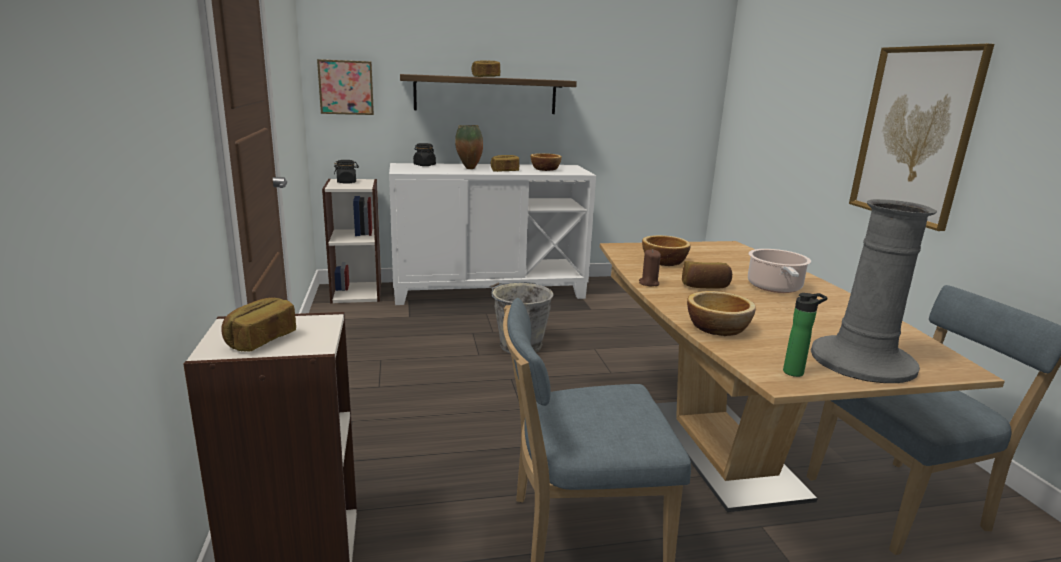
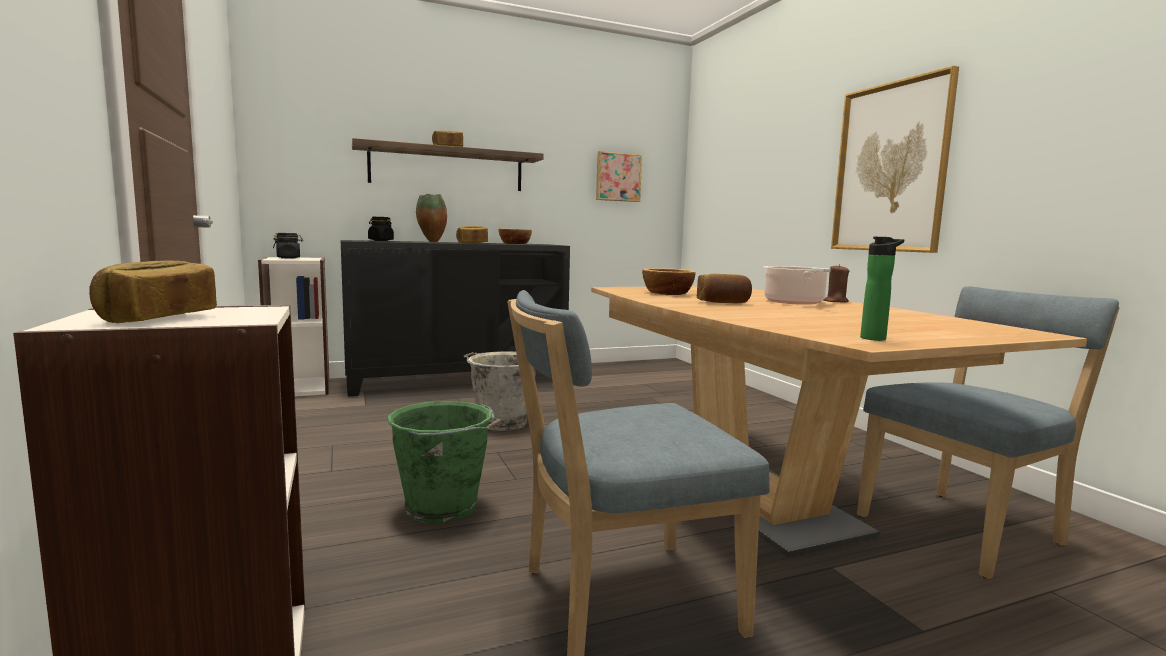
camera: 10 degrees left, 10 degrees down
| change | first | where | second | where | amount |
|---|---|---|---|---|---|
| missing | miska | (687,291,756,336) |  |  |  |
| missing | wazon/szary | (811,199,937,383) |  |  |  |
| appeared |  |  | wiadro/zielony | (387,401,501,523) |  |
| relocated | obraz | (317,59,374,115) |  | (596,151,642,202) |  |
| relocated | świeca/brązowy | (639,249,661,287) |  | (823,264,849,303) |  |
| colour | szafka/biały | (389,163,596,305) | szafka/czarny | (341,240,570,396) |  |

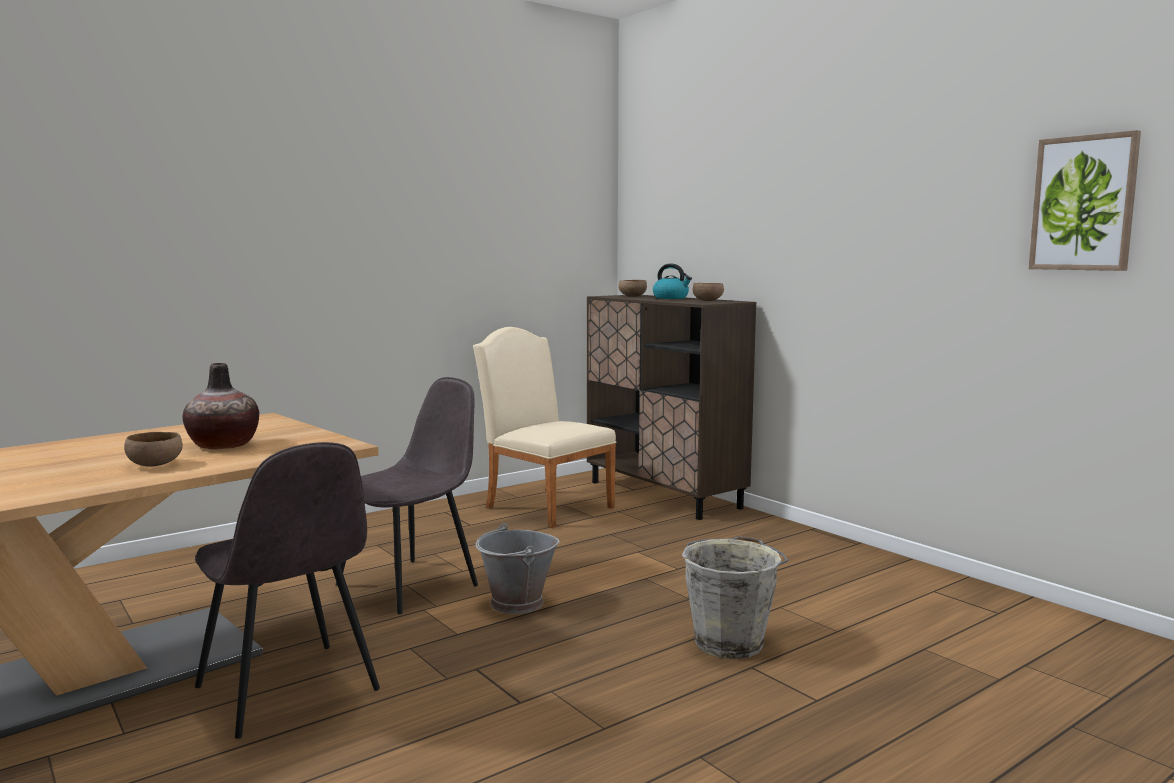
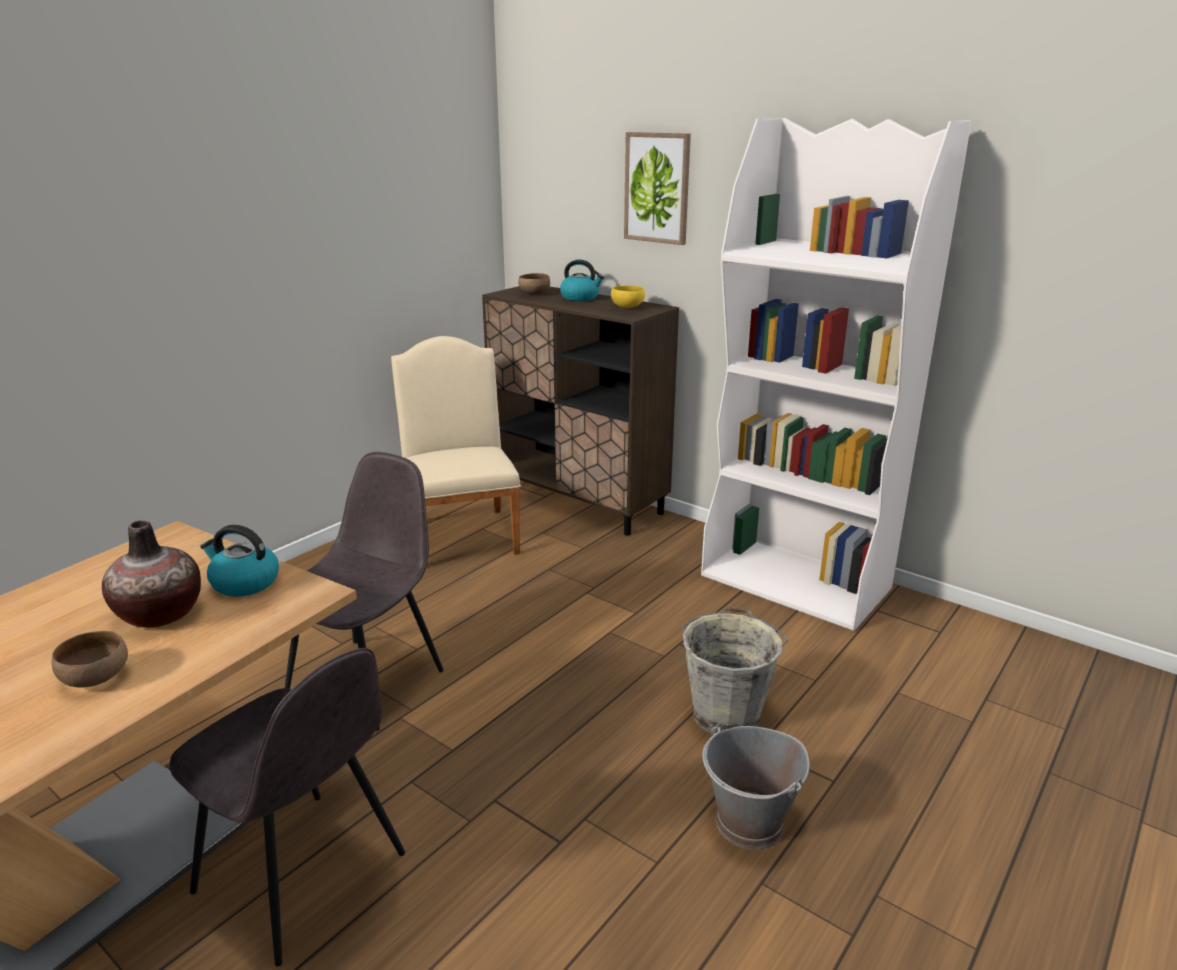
camera: 15 degrees left, 15 degrees up
| change | first | where | second | where | amount |
|---|---|---|---|---|---|
| appeared |  |  | czajnik | (200,525,279,597) |  |
| appeared |  |  | regał/biały | (701,118,971,631) |  |
| relocated | wiadro/szary | (476,523,560,614) |  | (702,723,810,850) |  |
| relocated | obraz | (1029,130,1141,271) |  | (624,132,691,245) |  |
| colour | miska/brązowy | (693,283,724,301) | miska/żółty | (611,285,645,308) |  |
| spun | krzesło/beżowy | (473,327,616,528) |  | (391,336,521,568) | 45 degrees clockwise |

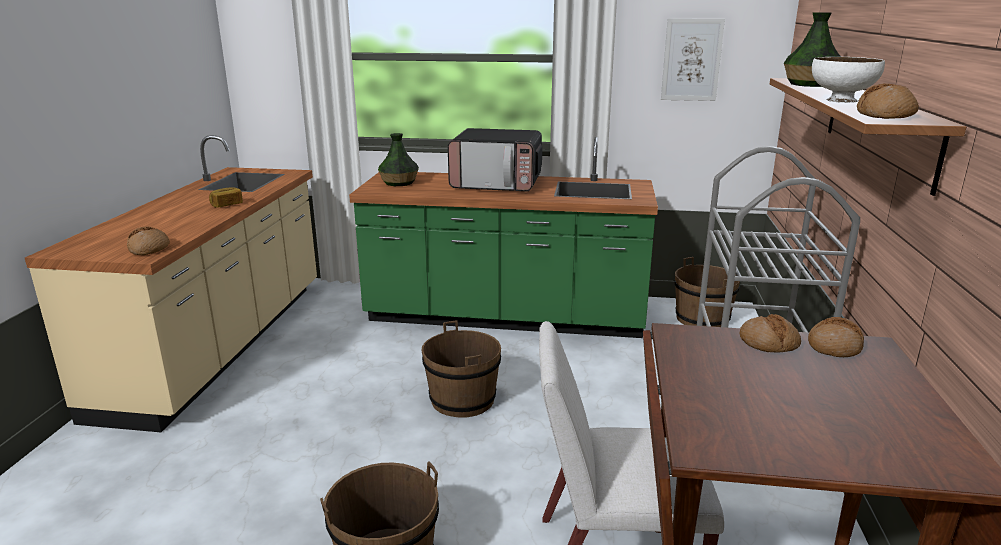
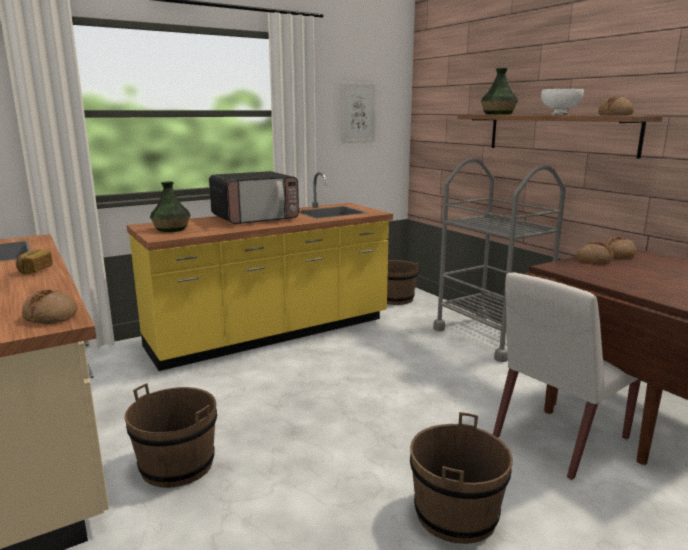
camera: 40 degrees left, 5 degrees down
| change | first | where | second | where | amount |
|---|---|---|---|---|---|
| relocated | wiadro/brązowy | (422,321,501,417) |  | (125,383,217,488) |  |
| colour | zabudowa kuchenna/zielony | (349,137,658,338) | zabudowa kuchenna/żółty | (127,172,393,371) |  |

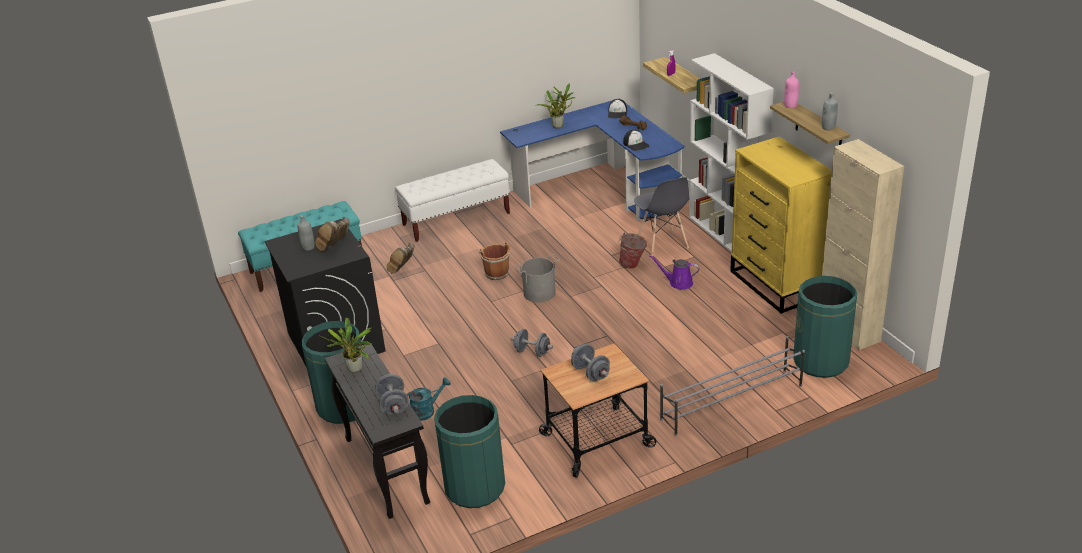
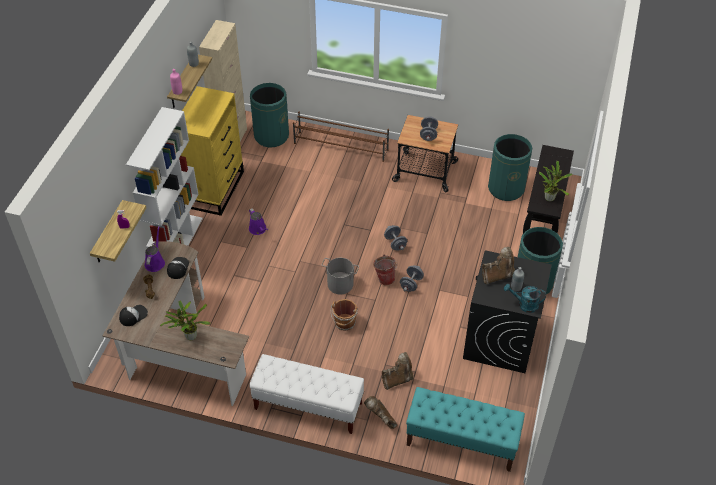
camera: 140 degrees left, 15 degrees up
| change | first | where | second | where | amount |
|---|---|---|---|---|---|
| missing | krzesło/szary | (634,177,689,256) |  |  |  |
| appeared |  |  | konewka/fioletowy | (145,226,165,272) |  |
| appeared |  |  | but z cholewką/brązowy | (364,396,397,429) |  |
| relocated | hantel/szary | (375,374,409,415) |  | (400,265,424,292) |  |
| relocated | konewka/turkusowy | (407,377,451,421) |  | (504,284,546,313) |  |
| relocated | wiadro | (619,233,647,269) |  | (373,254,398,285) |  |
| colour | biurko/niebieski | (500,101,685,222) | biurko/brązowy | (102,241,249,406) |  |
| colour | regał na buty/szary | (660,336,805,436) | regał na buty/brązowy | (293,112,389,162) |  |

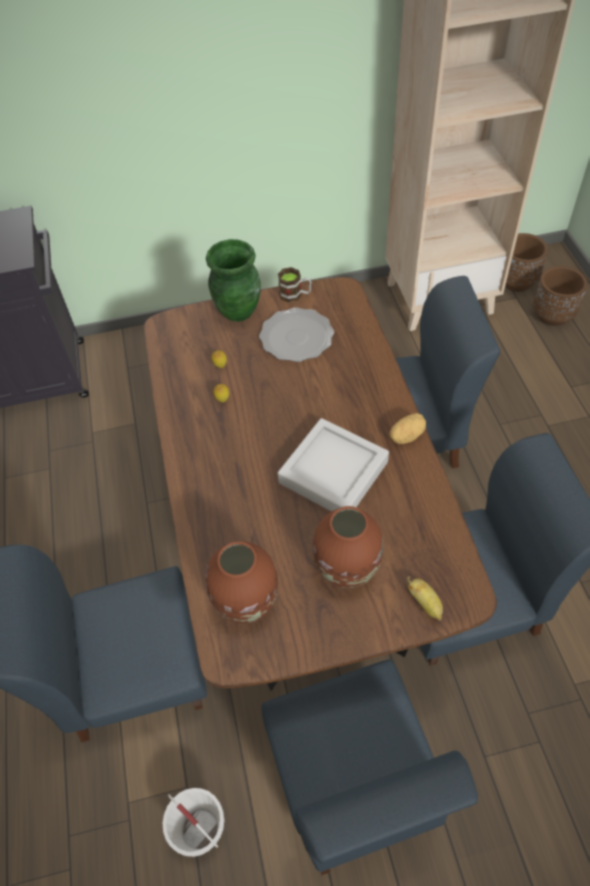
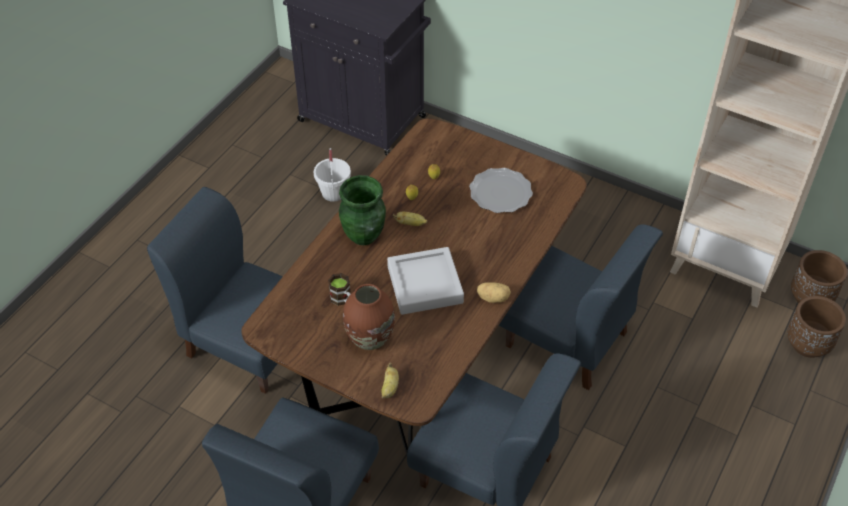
camera: 40 degrees right, 5 degrees down
| change | first | where | second | where | amount |
|---|---|---|---|---|---|
| missing | wazon/brązowy | (206,541,278,623) |  |  |  |
| appeared |  |  | banan | (393,212,427,226) |  |
| relocated | wiadro/biały | (163,788,224,857) |  | (314,148,351,202) |  |
| relocated | wazon/zielony | (206,239,261,322) |  | (339,175,386,245) |  |
| relocated | kubek | (278,267,311,302) |  | (328,273,351,306) |  |

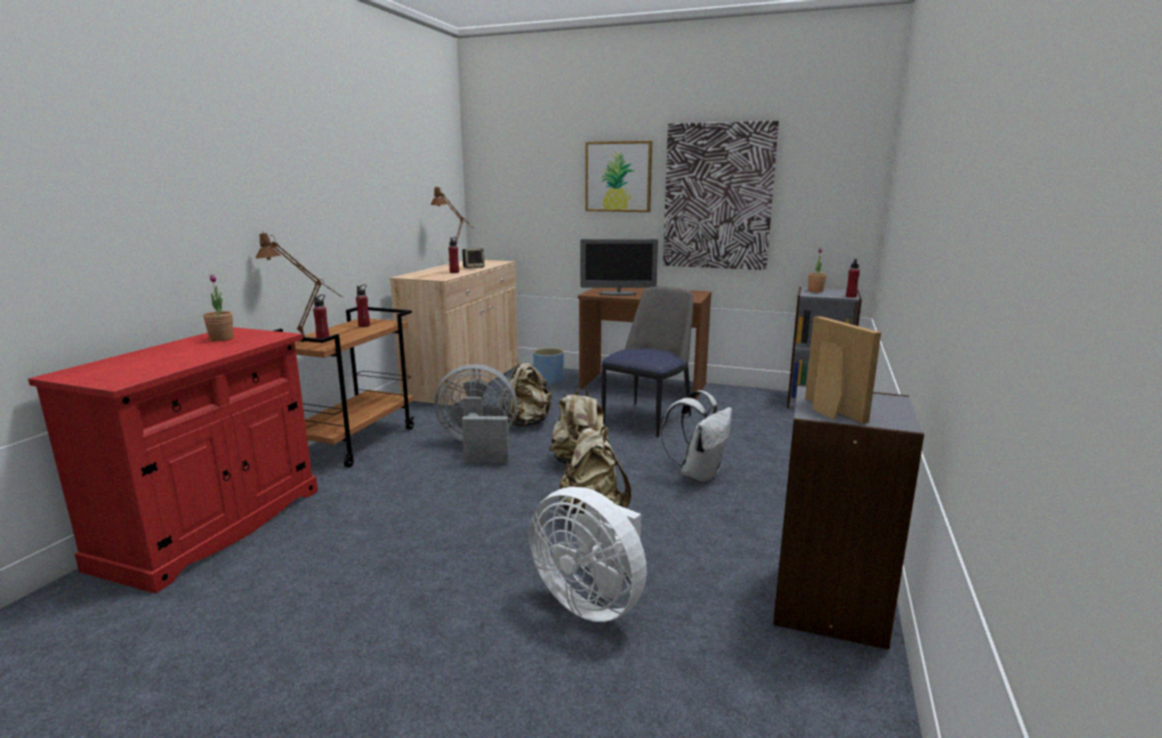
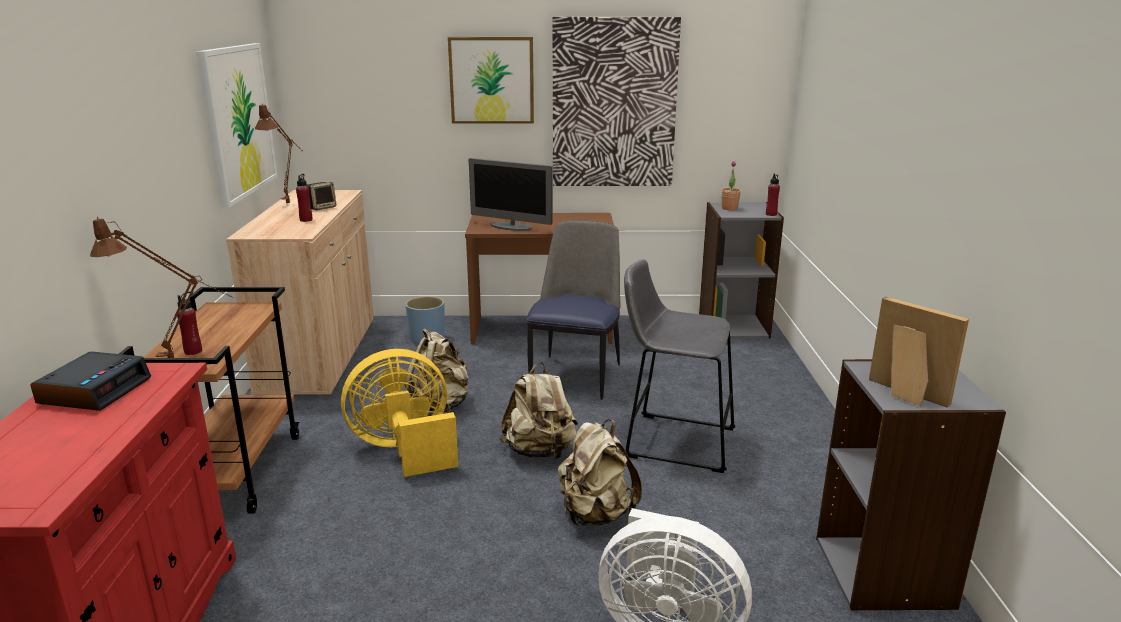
camera: 20 degrees left, 5 degrees up
| change | first | where | second | where | amount |
|---|---|---|---|---|---|
| missing | butelka/czerwony | (356,285,370,327) |  |  |  |
| appeared |  |  | obraz | (196,43,278,208) |  |
| exchanged | roślina doniczkowa | (203,275,234,341) | budzik | (30,351,151,411) |  |
| exchanged | plecak/biały | (661,390,732,483) | stołek/szary | (624,259,736,473) |  |
| colour | wentylator/szary | (434,364,517,463) | wentylator/żółty | (341,349,458,477) |  |
| spun | monitor | (581,239,658,296) |  | (468,158,553,231) | 45 degrees clockwise |

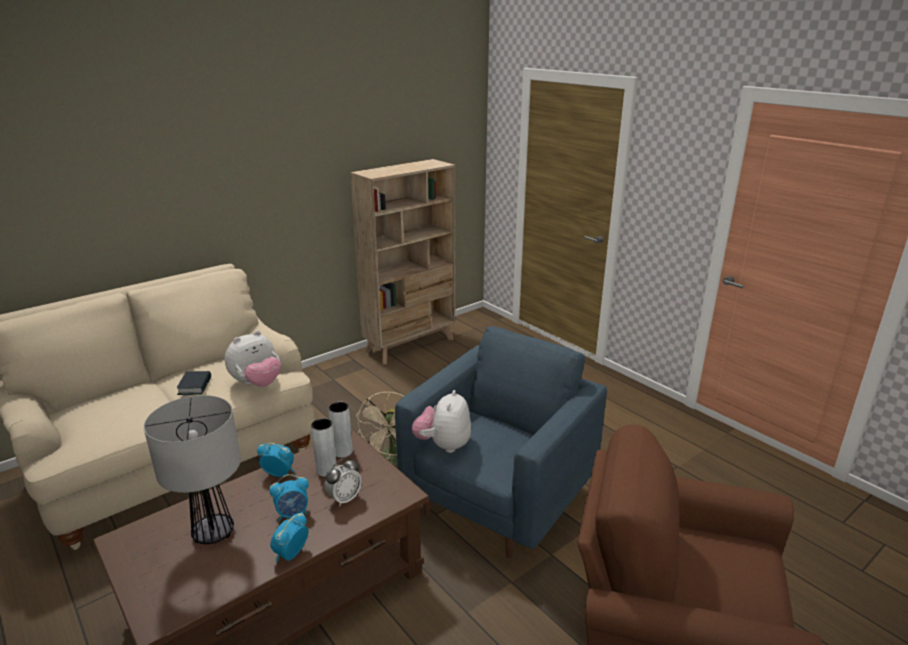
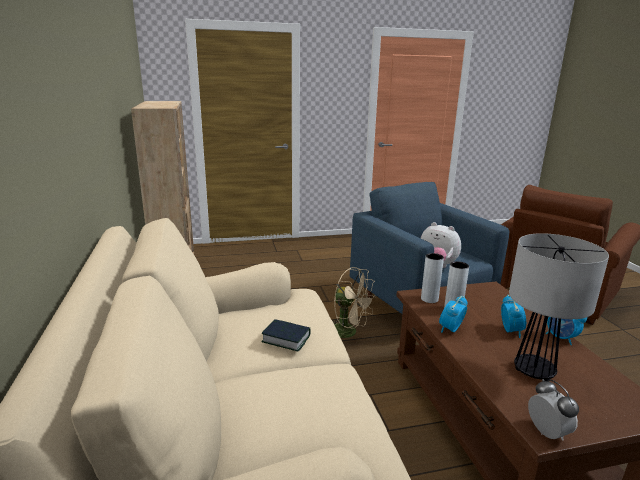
camera: 65 degrees left, 5 degrees down
| change | first | where | second | where | amount |
|---|---|---|---|---|---|
| missing | pluszak | (225,331,281,387) |  |  |  |
| relocated | budzik | (324,458,362,507) |  | (528,379,579,441) |  |

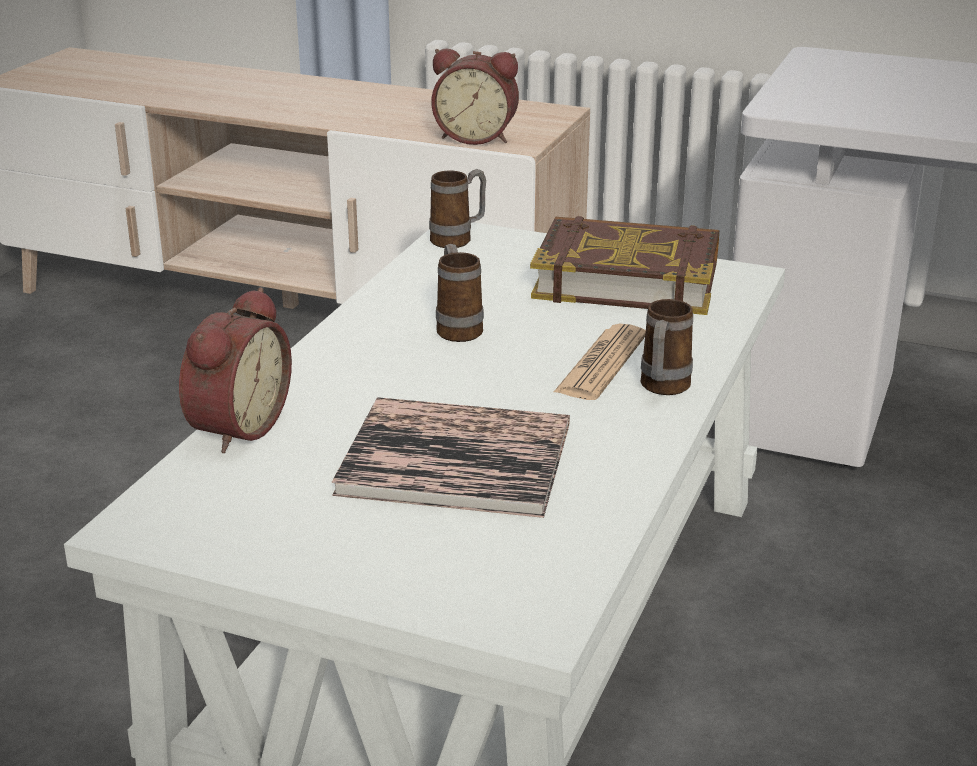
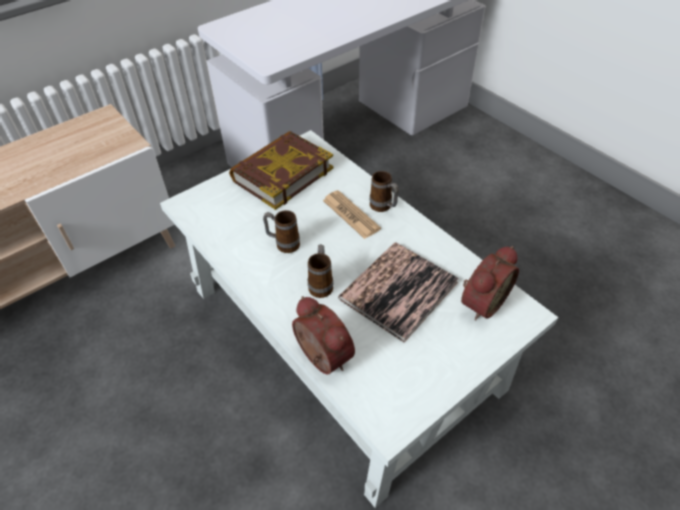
camera: 60 degrees left, 20 degrees up
| change | first | where | second | where | amount |
|---|---|---|---|---|---|
| relocated | kubek | (429,169,486,248) |  | (308,244,333,298) |  |
| relocated | budzik | (431,49,519,145) |  | (461,246,519,320) |  |

